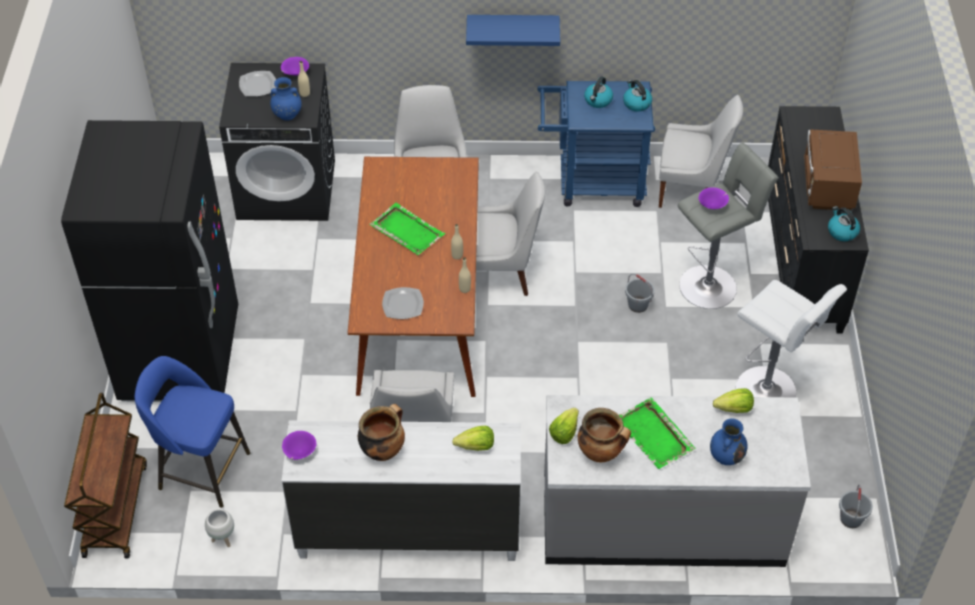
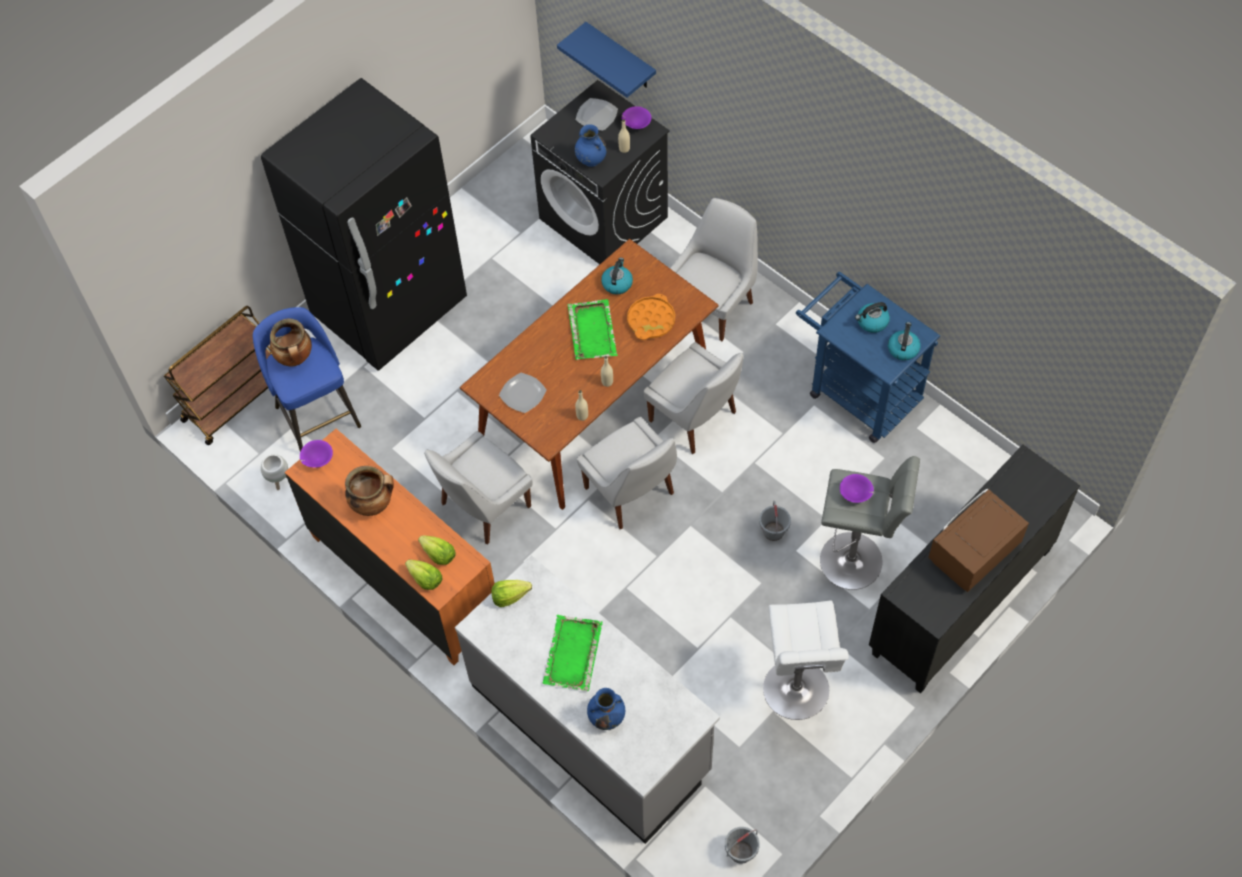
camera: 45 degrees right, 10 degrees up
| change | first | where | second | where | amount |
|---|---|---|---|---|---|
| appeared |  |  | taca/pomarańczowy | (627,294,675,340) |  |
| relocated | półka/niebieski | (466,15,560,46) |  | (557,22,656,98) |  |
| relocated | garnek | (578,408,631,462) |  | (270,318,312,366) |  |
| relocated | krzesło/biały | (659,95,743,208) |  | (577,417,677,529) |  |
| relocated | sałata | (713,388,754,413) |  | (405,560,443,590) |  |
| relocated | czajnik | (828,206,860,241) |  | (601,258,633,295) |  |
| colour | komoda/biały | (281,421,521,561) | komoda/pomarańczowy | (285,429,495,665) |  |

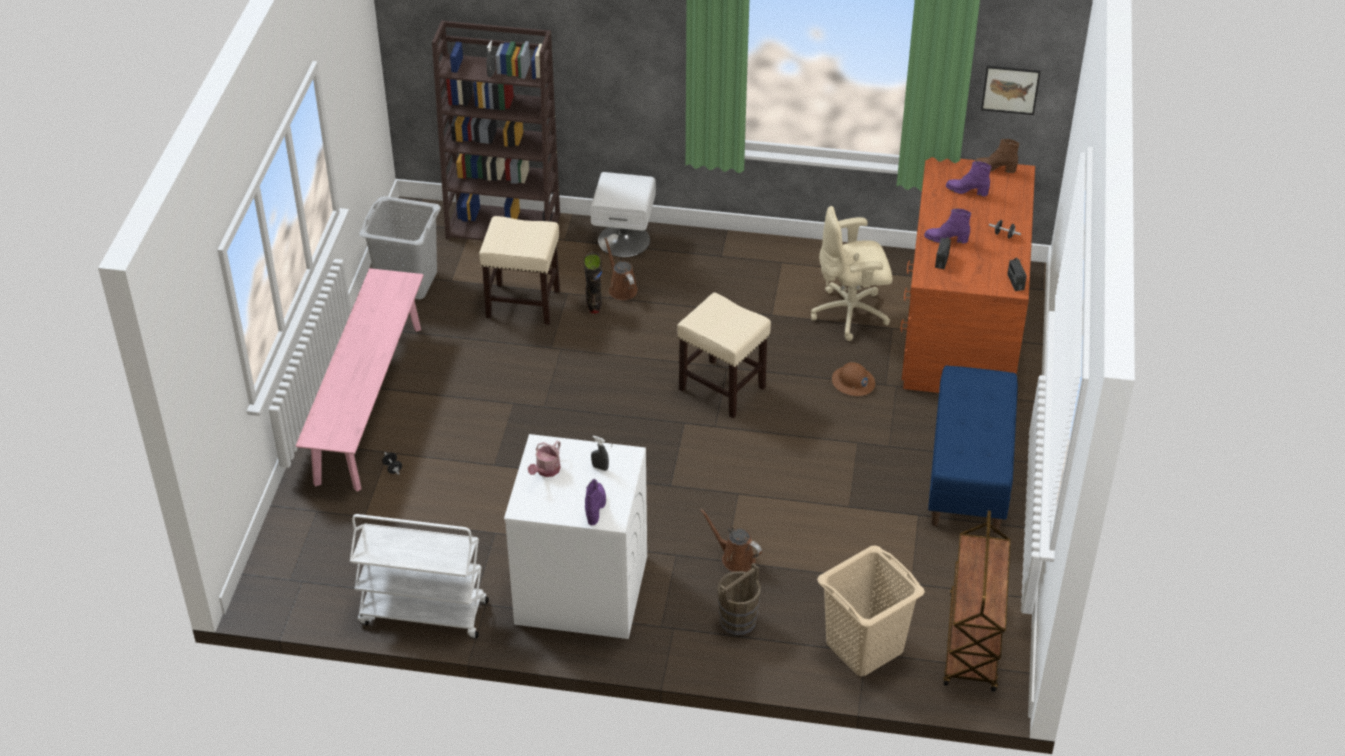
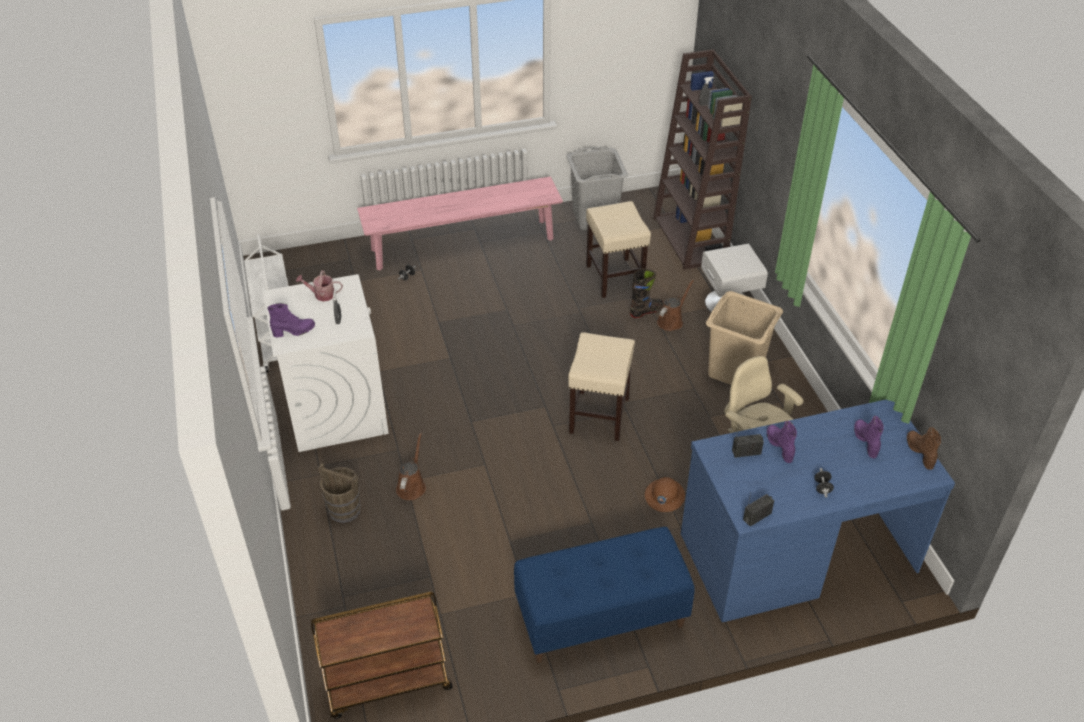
camera: 65 degrees right, 0 degrees up
| change | first | where | second | where | amount |
|---|---|---|---|---|---|
| missing | obraz | (981,66,1041,115) |  |  |  |
| relocated | kosz na pranie/beżowy | (817,545,925,676) |  | (706,291,783,385) |  |
| colour | biurko/brązowy | (901,157,1035,393) | biurko/niebieski | (681,399,955,622) |  |

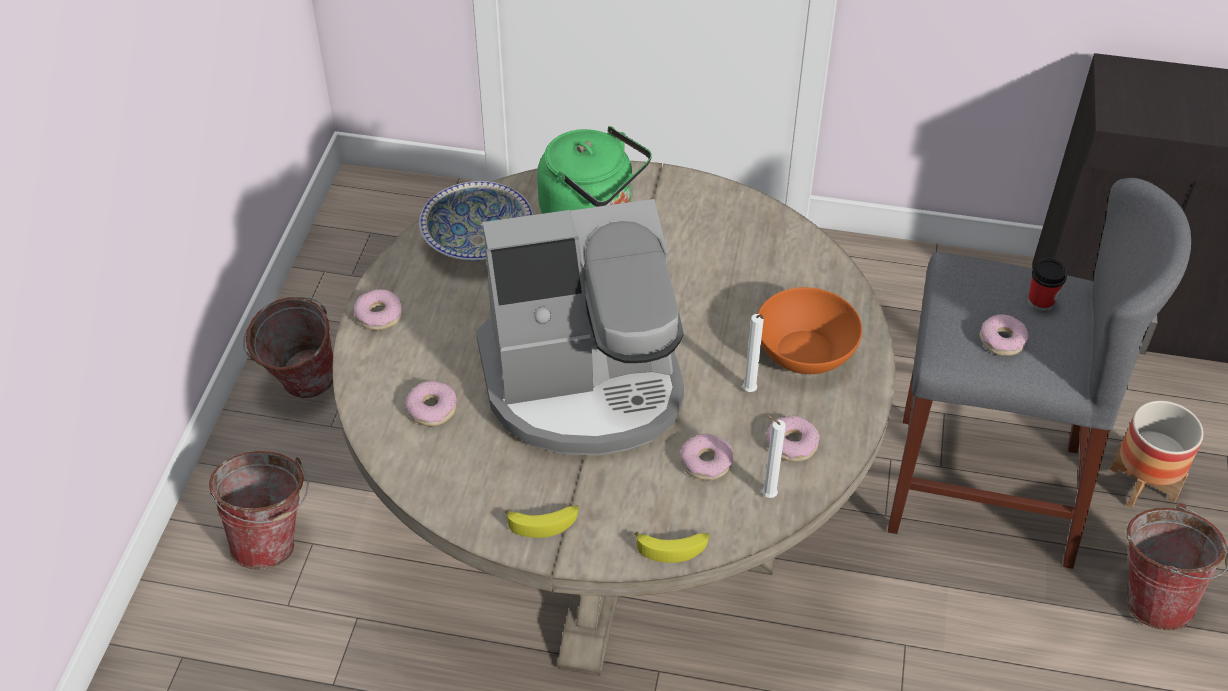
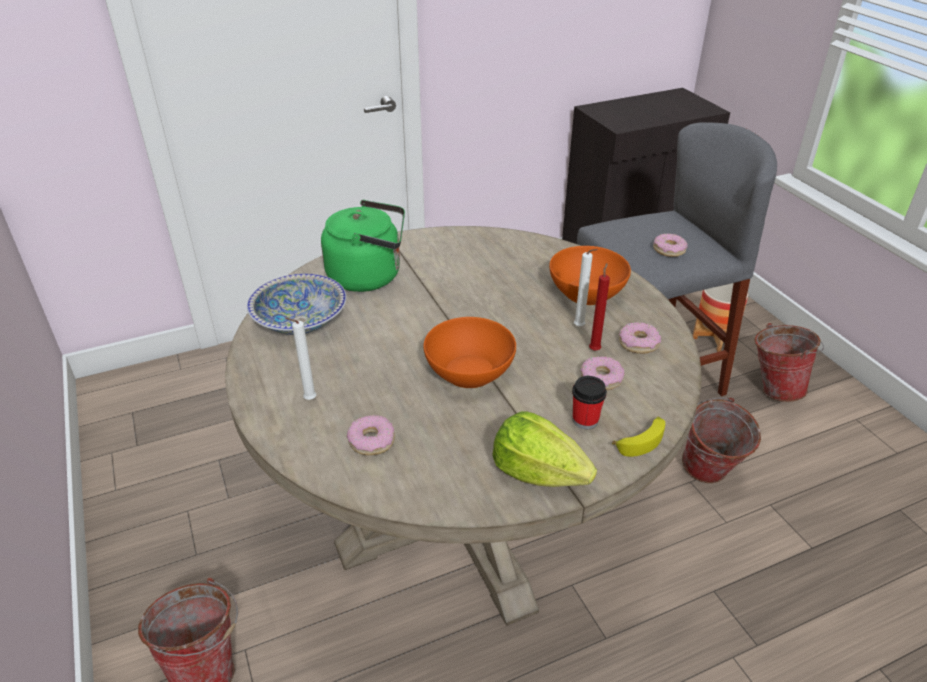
camera: 35 degrees left, 10 degrees down
| change | first | where | second | where | amount |
|---|---|---|---|---|---|
| missing | donut | (354,289,402,330) |  |  |  |
| appeared |  |  | świeca/czerwony | (589,263,610,351) |  |
| relocated | wiadro | (243,297,333,398) |  | (682,397,761,483) |  |
| relocated | świeca/biały | (762,415,786,498) |  | (285,318,316,400) |  |
| relocated | filiżanka | (1028,259,1067,311) |  | (572,376,607,430) |  |
| exchanged | ekspres do kawy | (476,199,684,456) | miska/pomarańczowy | (424,317,516,388) |  |
| exchanged | banan | (505,505,579,538) | sałata | (492,411,597,487) |  |

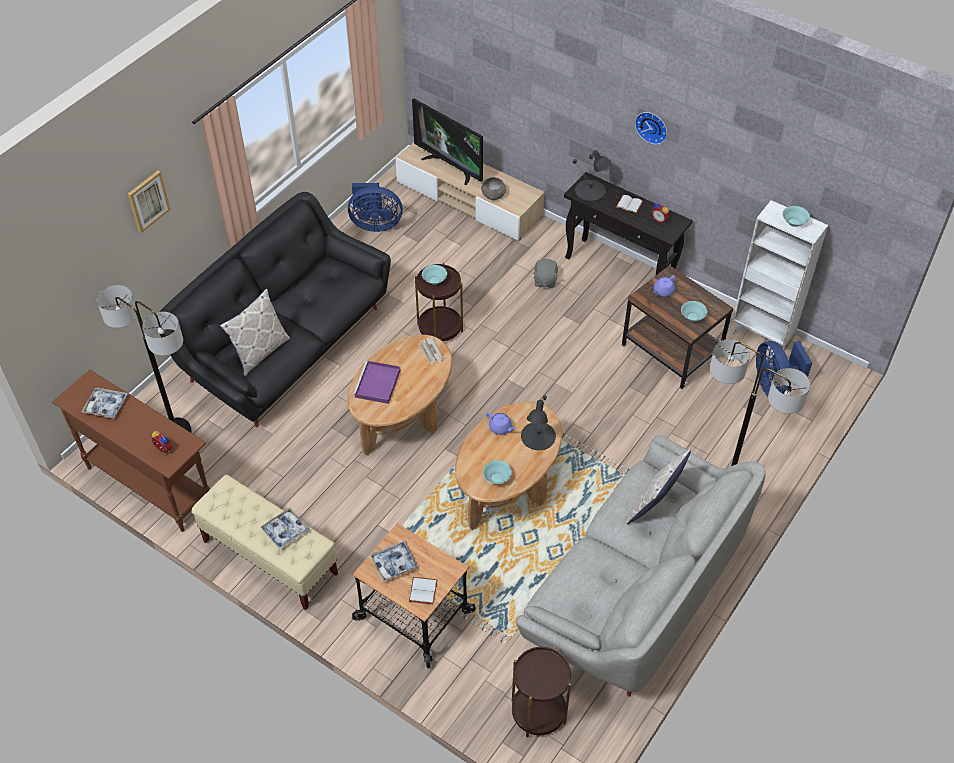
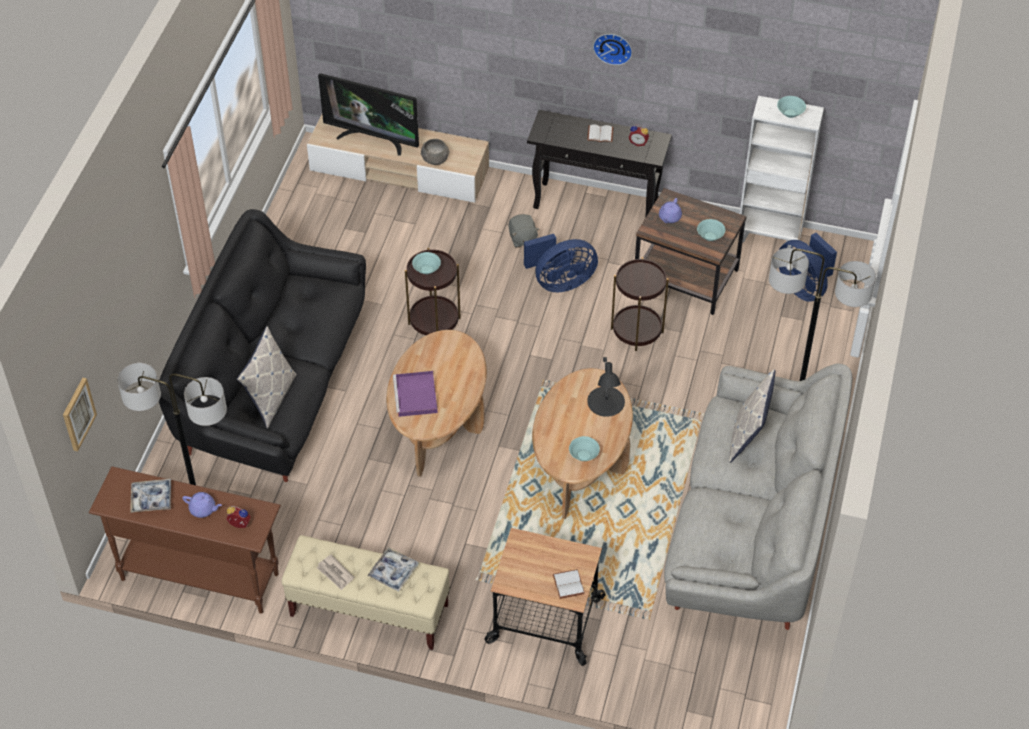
camera: 20 degrees left, 0 degrees up
| change | first | where | second | where | amount |
|---|---|---|---|---|---|
| missing | taca | (370,540,418,582) |  |  |  |
| missing | lampa stołowa/czarny | (573,150,611,201) |  |  |  |
| relocated | obraz | (128,171,171,233) |  | (63,378,97,451) |  |
| relocated | wentylator/niebieski | (348,183,403,232) |  | (524,234,598,292) |  |
| relocated | gazeta | (419,337,444,365) |  | (317,555,354,590) |  |
| relocated | imbryk/fioletowy | (486,412,517,435) |  | (182,492,222,518) |  |
| relocated | stolik/brązowy | (512,647,571,738) |  | (611,257,669,351) |  |

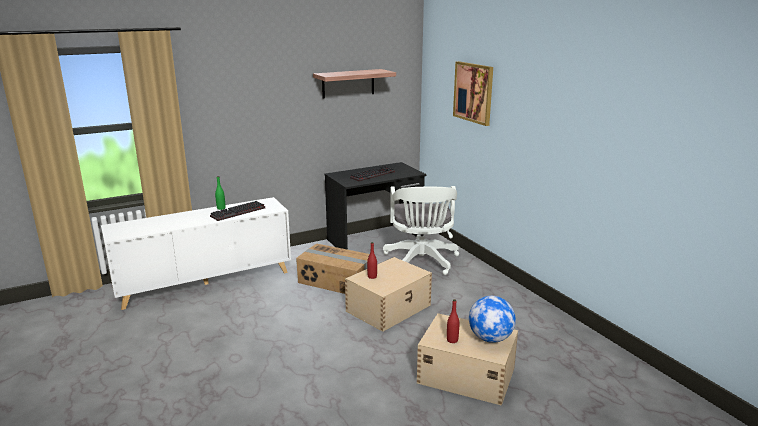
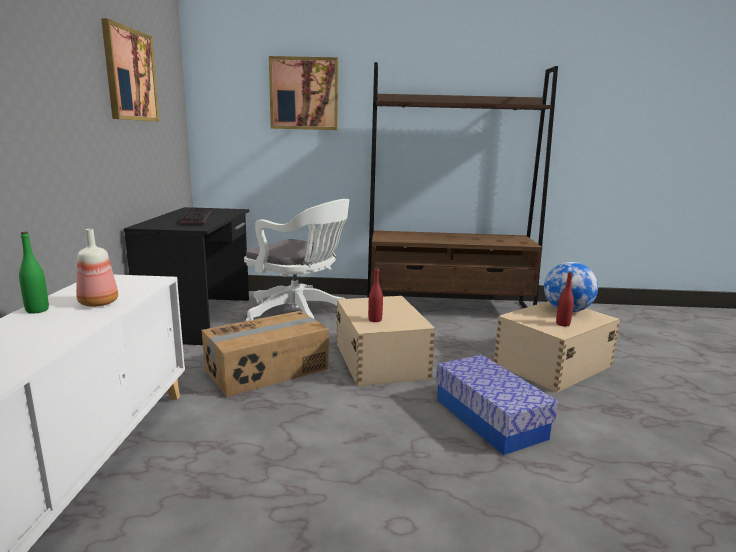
camera: 60 degrees left, 5 degrees down
| change | first | where | second | where | amount |
|---|---|---|---|---|---|
| appeared |  |  | regał/brązowy | (367,62,558,308) |  |
| appeared |  |  | pojemnik do przechowywania | (436,354,558,455) |  |
| exchanged | klawiatura | (210,201,265,221) | butelka | (76,229,118,307) |  |
| exchanged | półka | (313,69,396,98) | obraz | (101,19,160,121) |  |

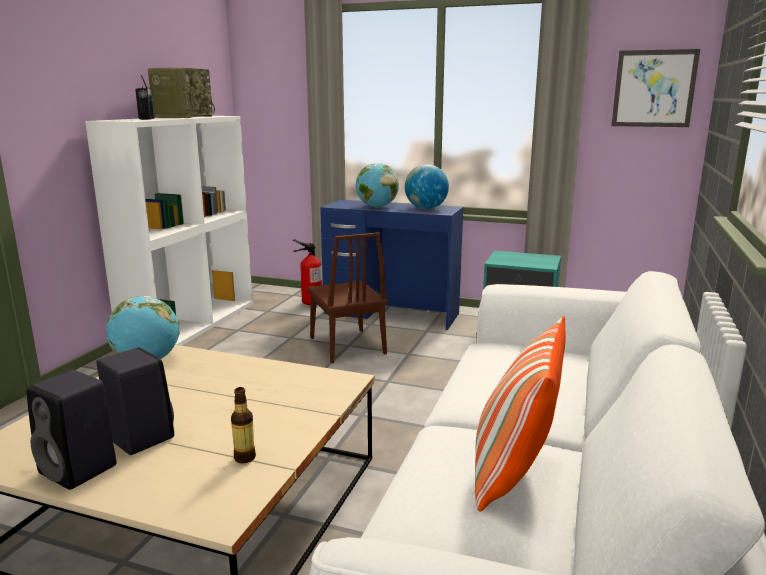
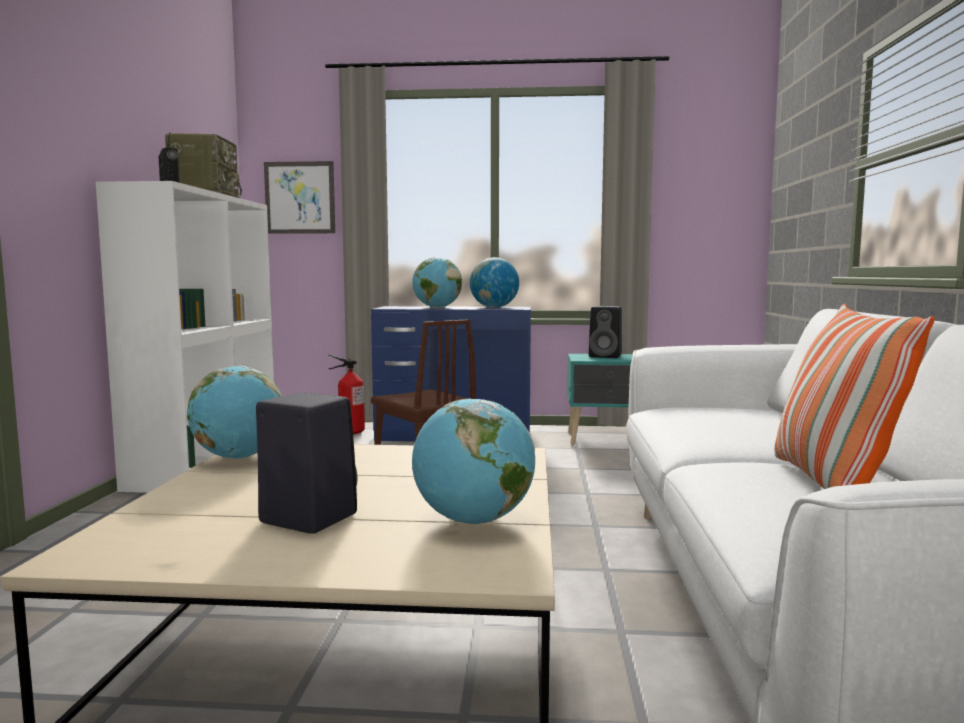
camera: 15 degrees left, 10 degrees down
| change | first | where | second | where | amount |
|---|---|---|---|---|---|
| relocated | głośnik/czarny | (26,370,116,490) |  | (589,306,622,358) |  |
| relocated | obraz | (611,49,700,127) |  | (264,161,335,234) |  |
| exchanged | butelka | (231,387,256,463) | globus | (412,399,535,524) |  |

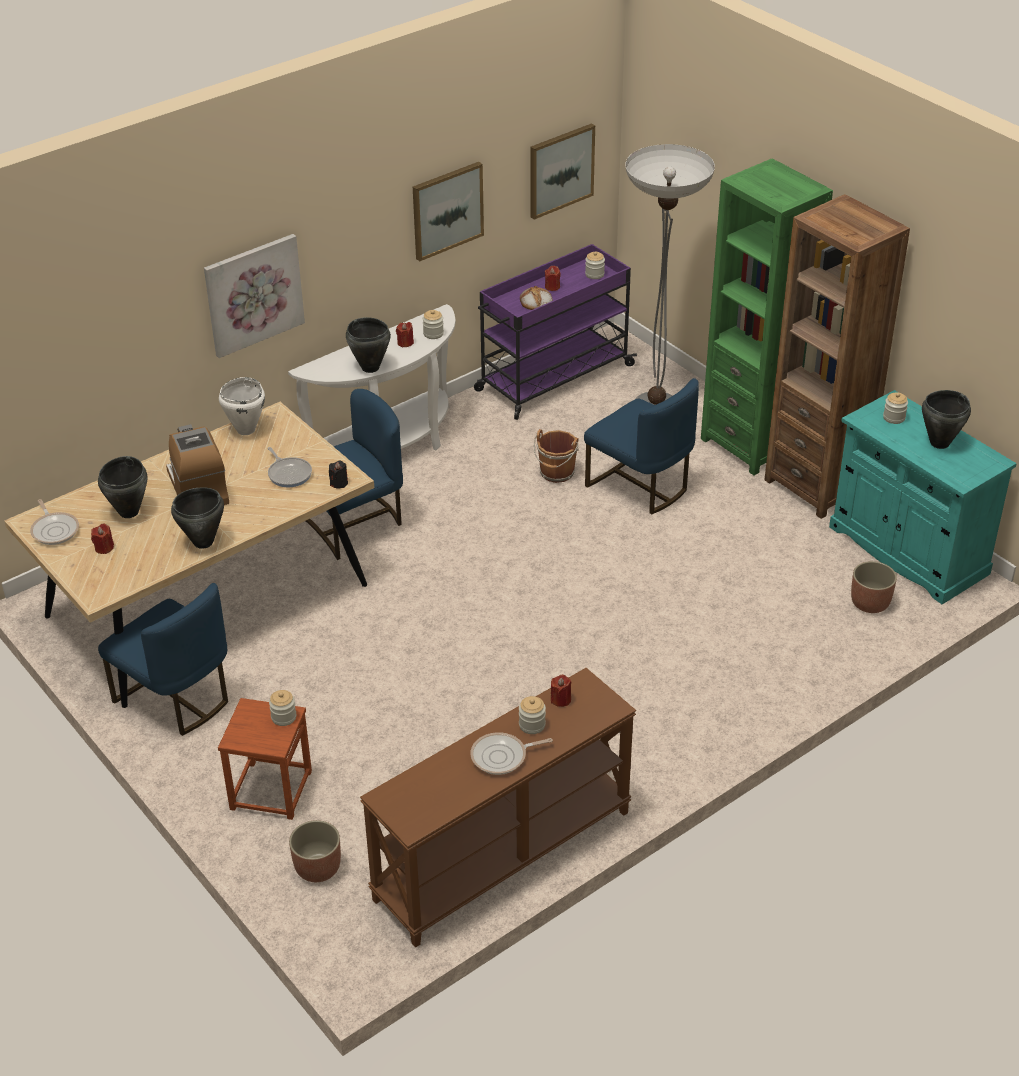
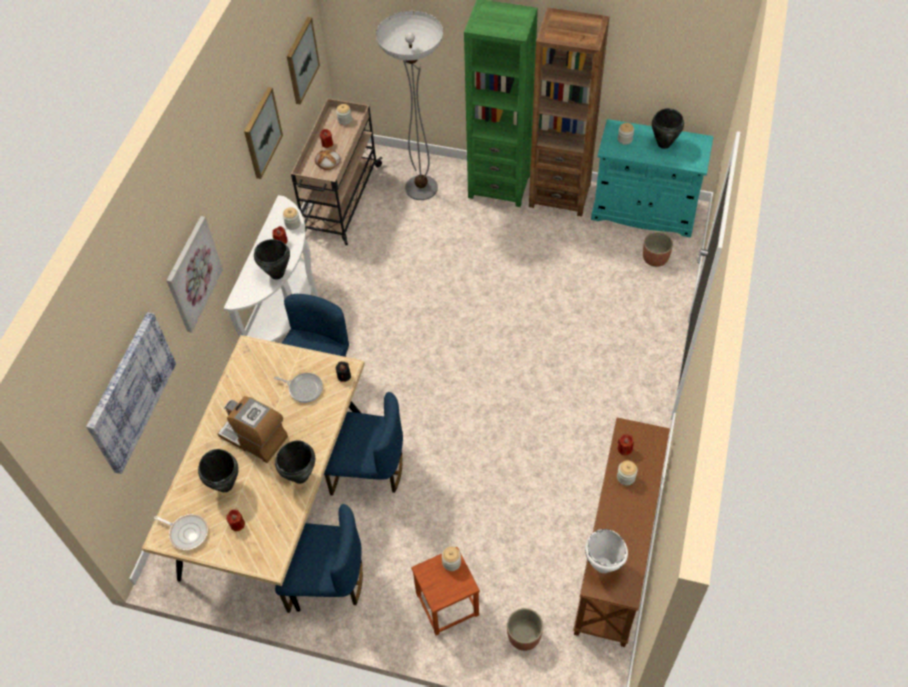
camera: 35 degrees left, 15 degrees up
| change | first | where | second | where | amount |
|---|---|---|---|---|---|
| missing | patelnia | (470,732,553,775) |  |  |  |
| missing | wiadro/brązowy | (534,429,579,483) |  |  |  |
| appeared |  |  | obraz | (86,312,176,474) |  |
| relocated | garnek/biały | (219,377,265,435) |  | (585,529,628,573) |  |
| relocated | krzesło/niebieski | (584,378,699,514) |  | (324,392,403,496) |  |
| colour | wózek/fioletowy | (474,244,637,420) | wózek/beżowy | (291,98,383,245) |  |

